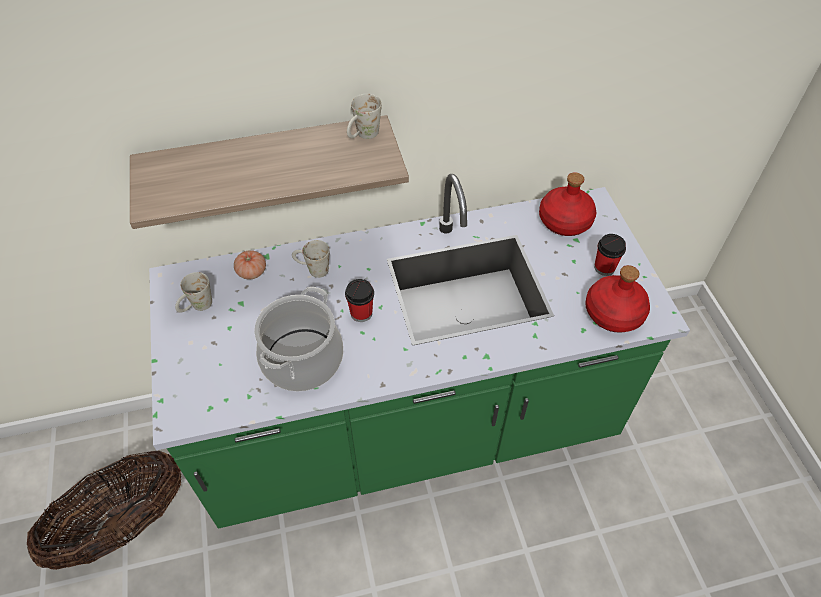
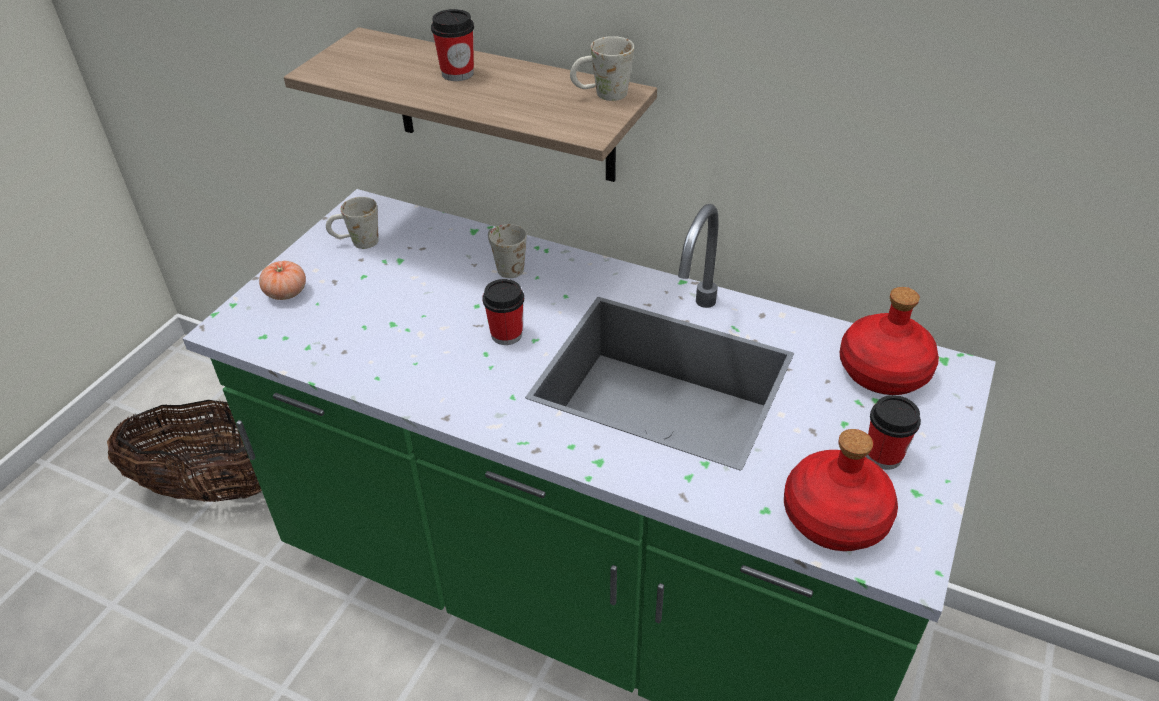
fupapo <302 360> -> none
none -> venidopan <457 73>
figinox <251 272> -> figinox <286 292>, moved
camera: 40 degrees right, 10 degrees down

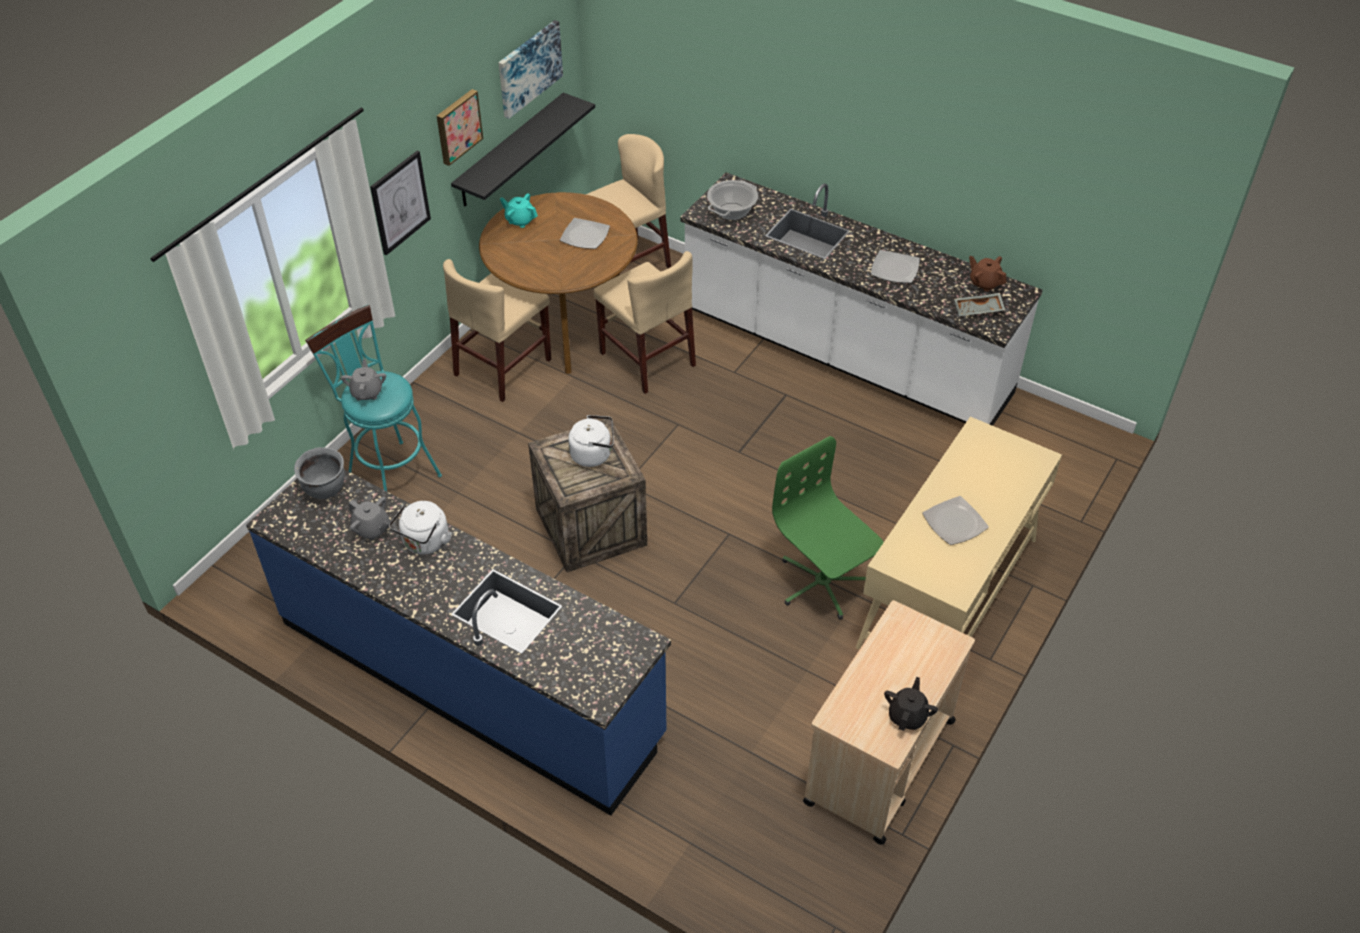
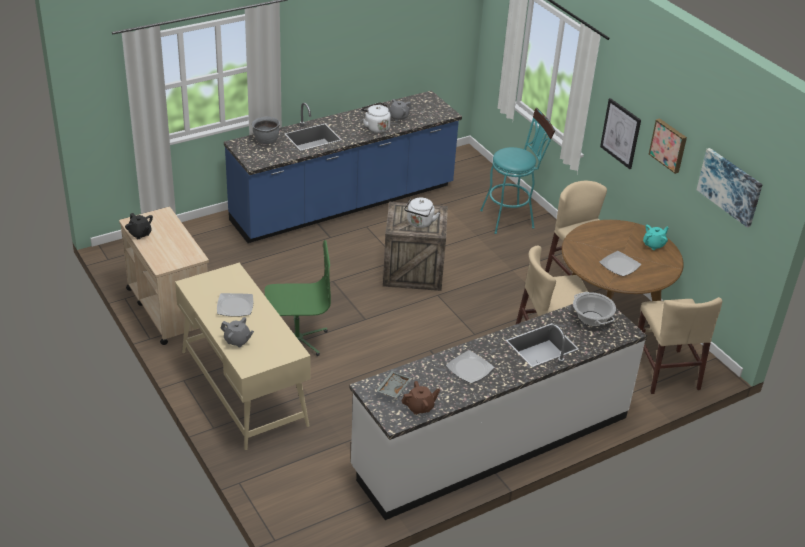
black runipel <510 151> -> none
grey fupapo <325 489> -> grey fupapo <266 141>, moved
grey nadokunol <367 392> -> grey nadokunol <237 341>, moved
camera: 115 degrees right, 10 degrees down

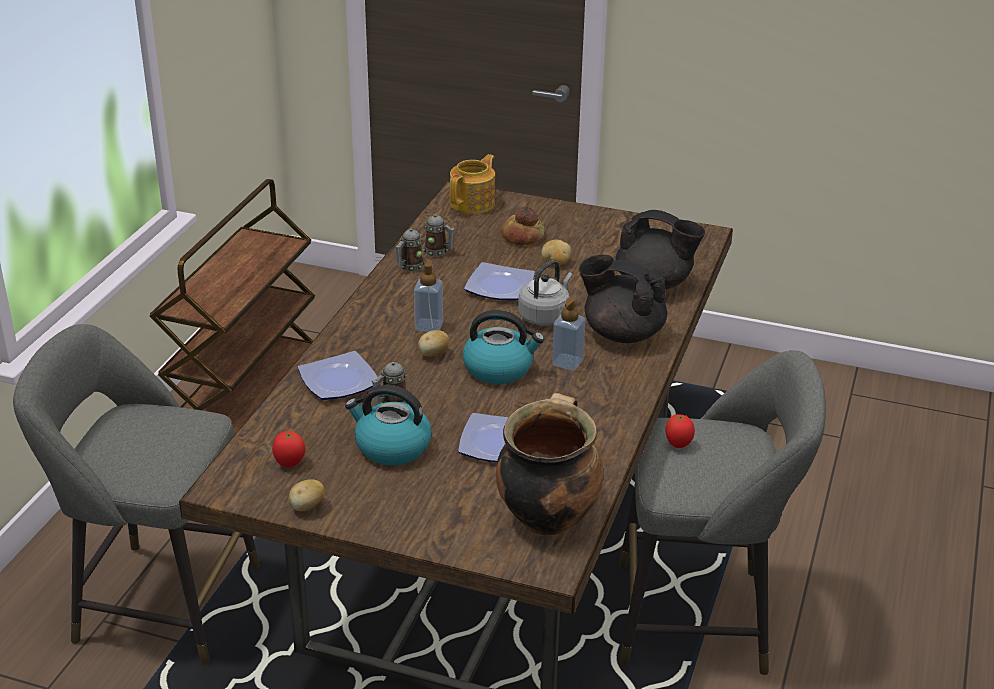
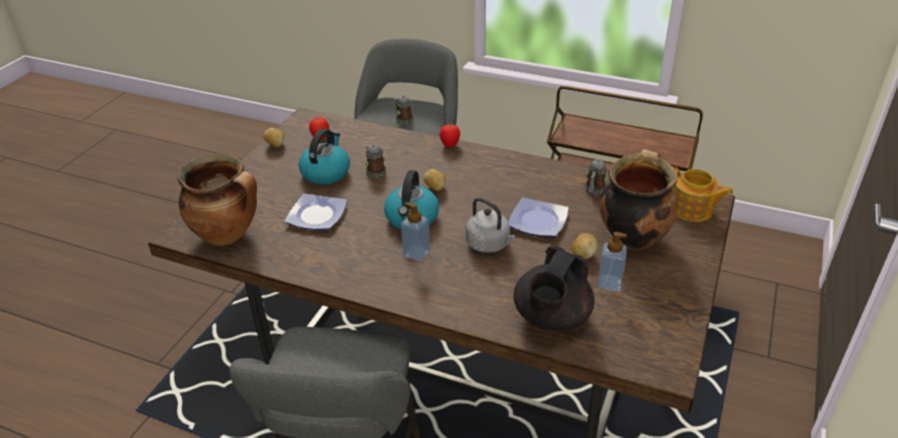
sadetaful <338 382> -> none
black nadokunol <622 333> -> none
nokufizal <409 267> -> nokufizal <403 119>, moved
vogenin <429 326> -> vogenin <609 283>, moved
figinox <678 444> -> figinox <450 145>, moved
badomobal <522 236> -> fupapo <632 236>
camera: 95 degrees right, 5 degrees up

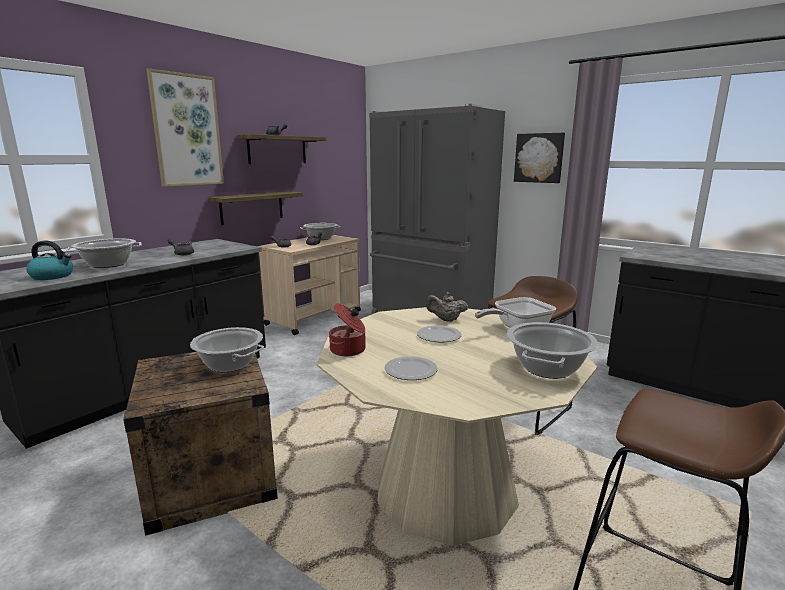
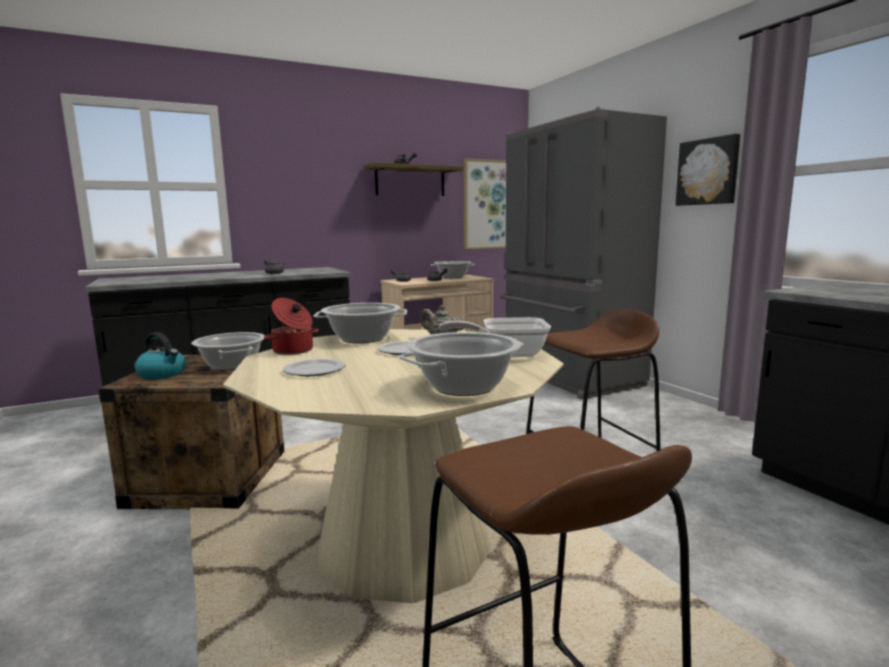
runipel <252 207> -> none
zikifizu <53 276> -> zikifizu <162 374>, moved
fupapo <108 264> -> fupapo <363 338>, moved
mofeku <187 131> -> mofeku <487 204>, moved
camera: 25 degrees right, 5 degrees down

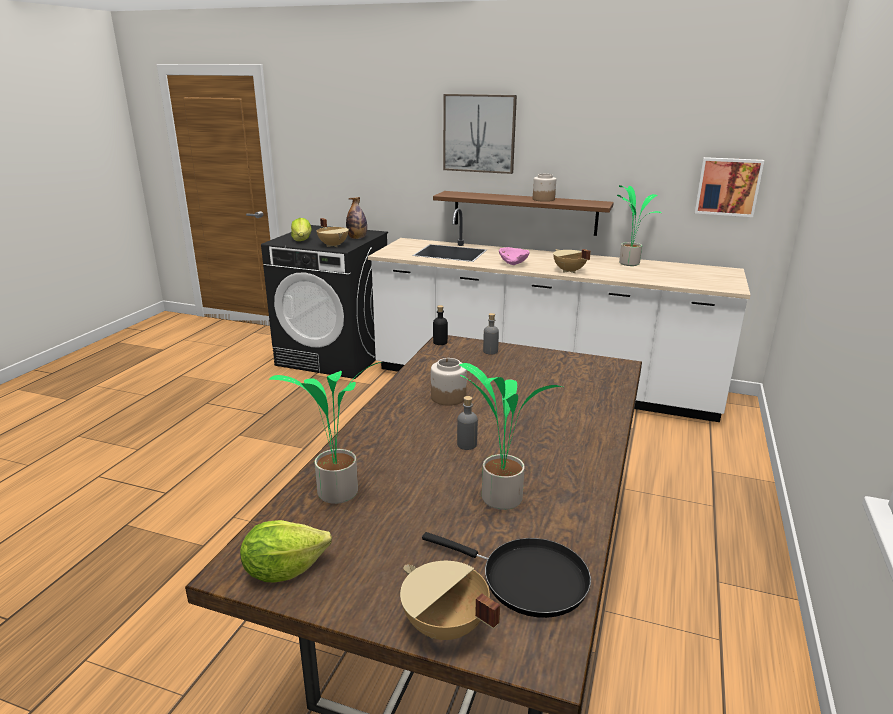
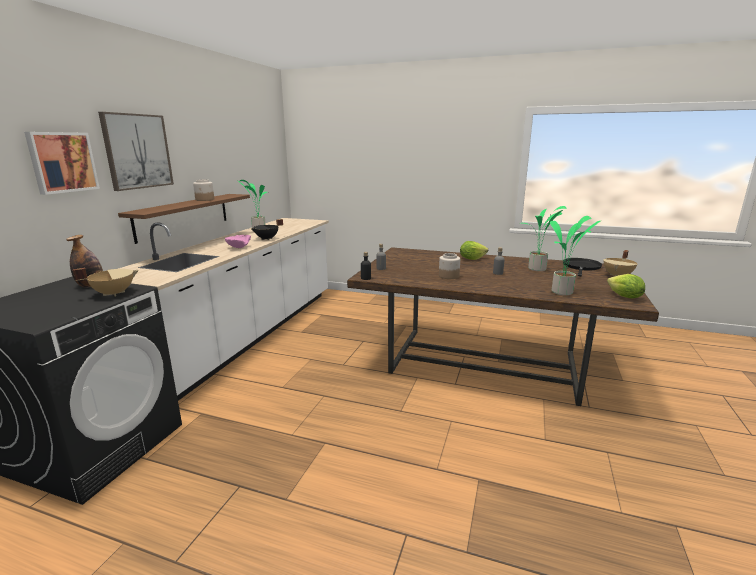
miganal <302 240> -> miganal <472 259>, moved
mofeku <728 186> -> mofeku <62 162>, moved
beige fupapo <569 271> -> black fupapo <267 239>
camera: 90 degrees left, 5 degrees down

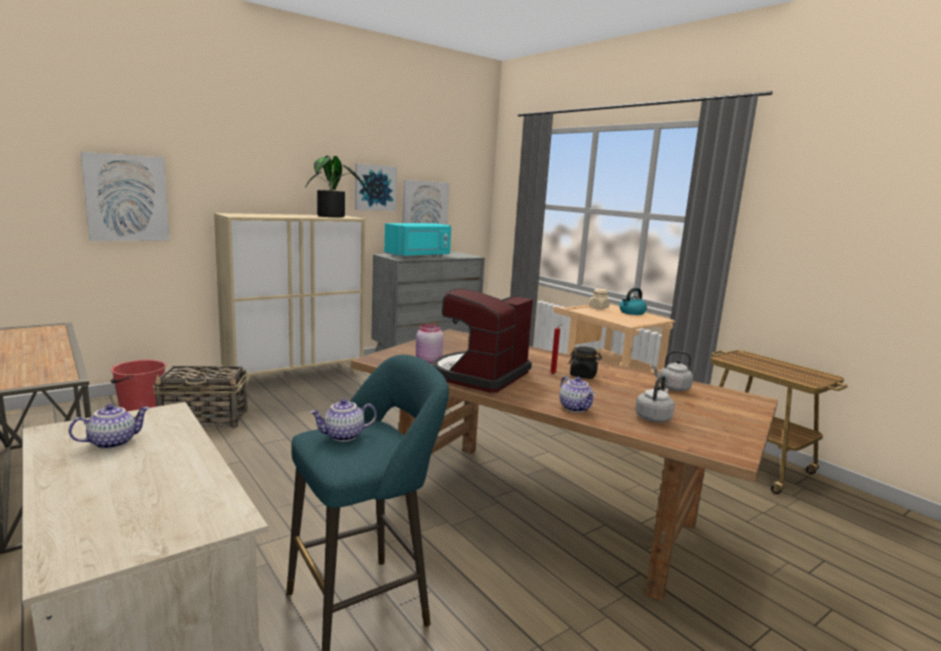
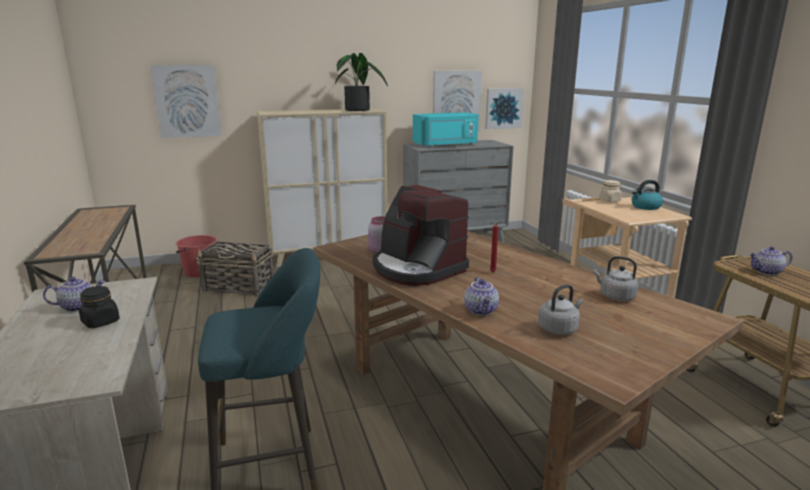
nadokunol <343 436> -> nadokunol <767 272>, moved
mofeku <375 187> -> mofeku <503 108>, moved
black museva <583 375> -> black museva <101 322>, moved
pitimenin <480 375> -> pitimenin <417 269>, 90 degrees counterclockwise
camera: 20 degrees right, 5 degrees up

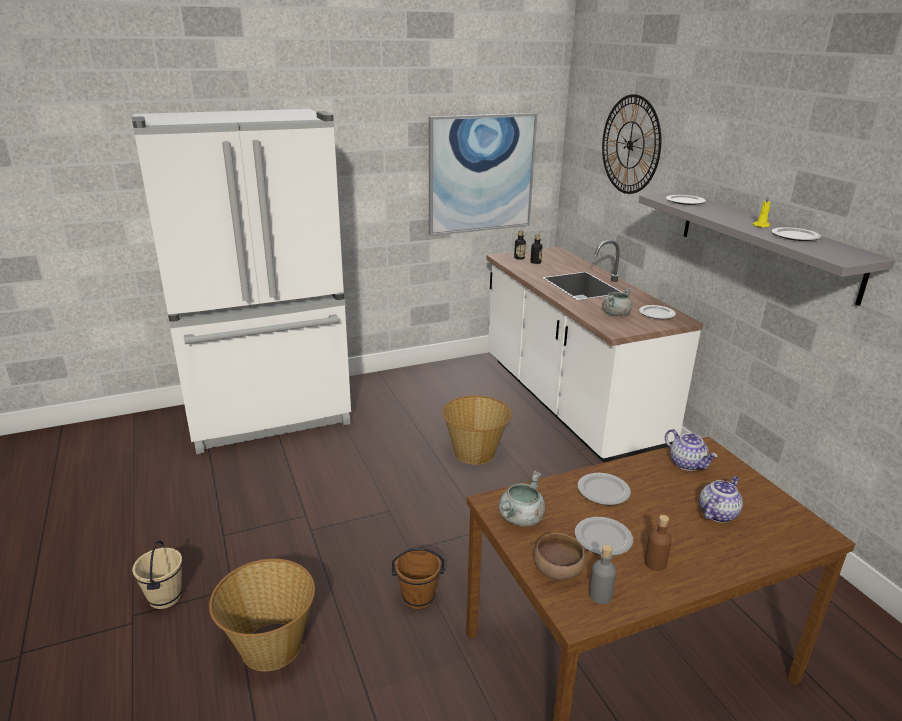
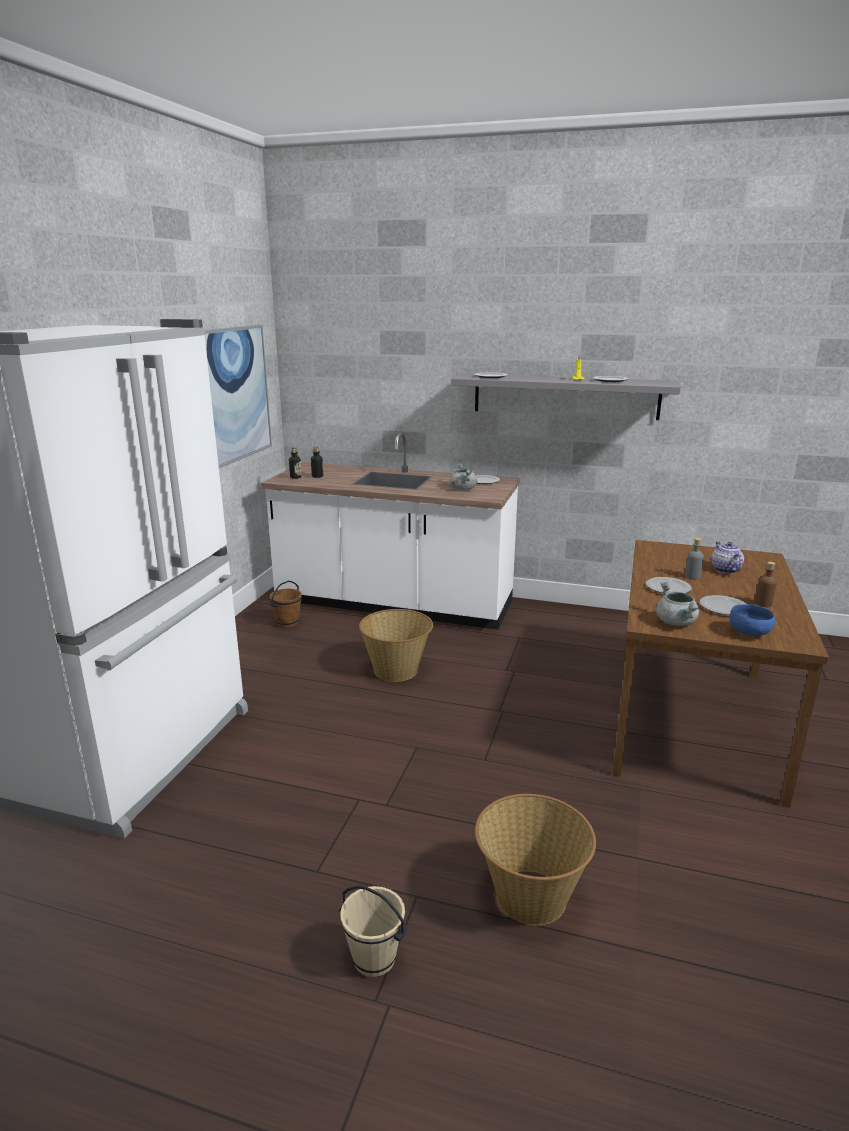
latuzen <630 145> -> none
nadokunol <687 463> -> none
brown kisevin <418 598> -> brown kisevin <288 623>, moved
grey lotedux <600 595> -> grey lotedux <692 577>, moved
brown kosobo <558 571> -> blue kosobo <749 632>
camera: 50 degrees left, 5 degrees down

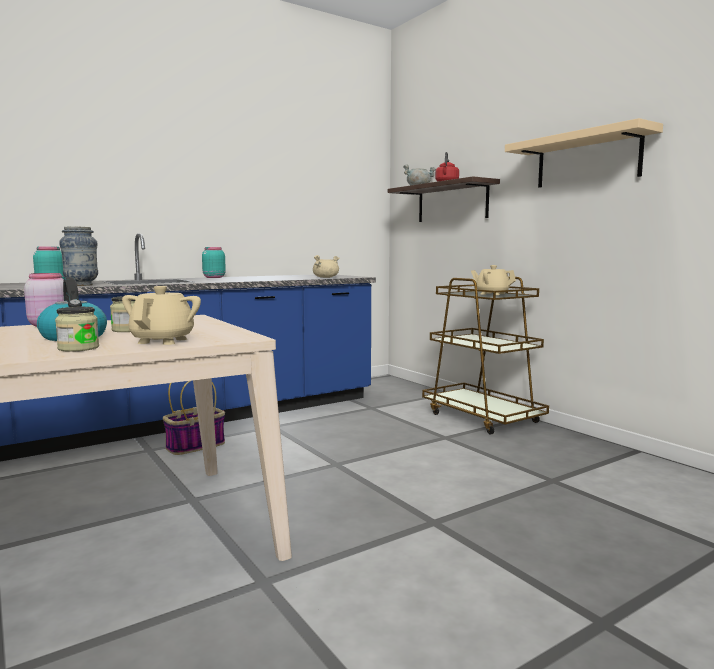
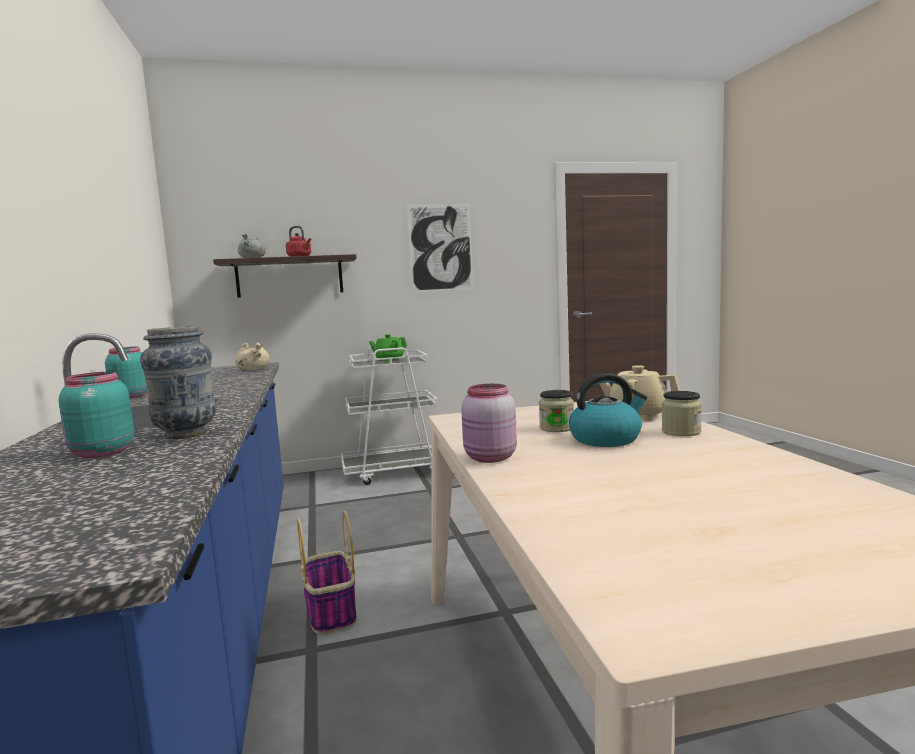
beige runipel <587 159> -> mofeku <440 248>
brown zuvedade <482 417> -> white zuvedade <395 471>
beige nadokunol <492 294> -> green nadokunol <389 360>
camera: 70 degrees left, 0 degrees up

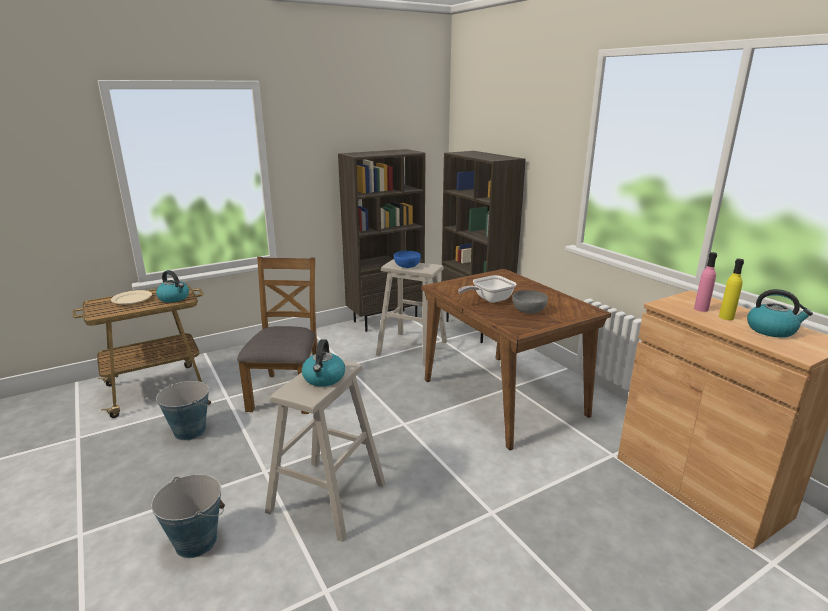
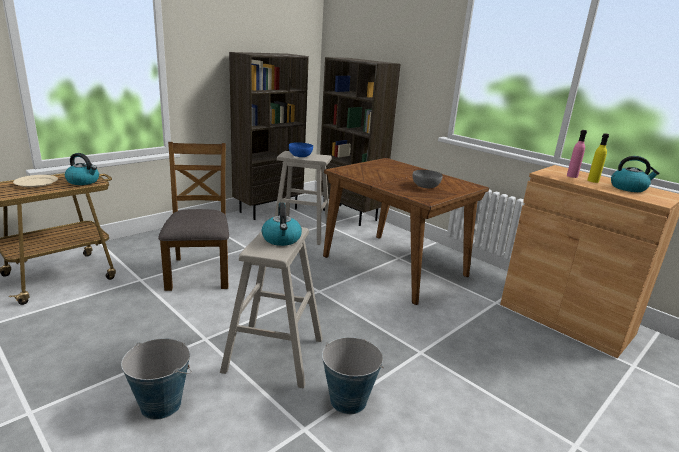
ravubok <489 299> -> none
kisevin <190 431> -> kisevin <348 400>, moved
camera: 15 degrees left, 0 degrees up

